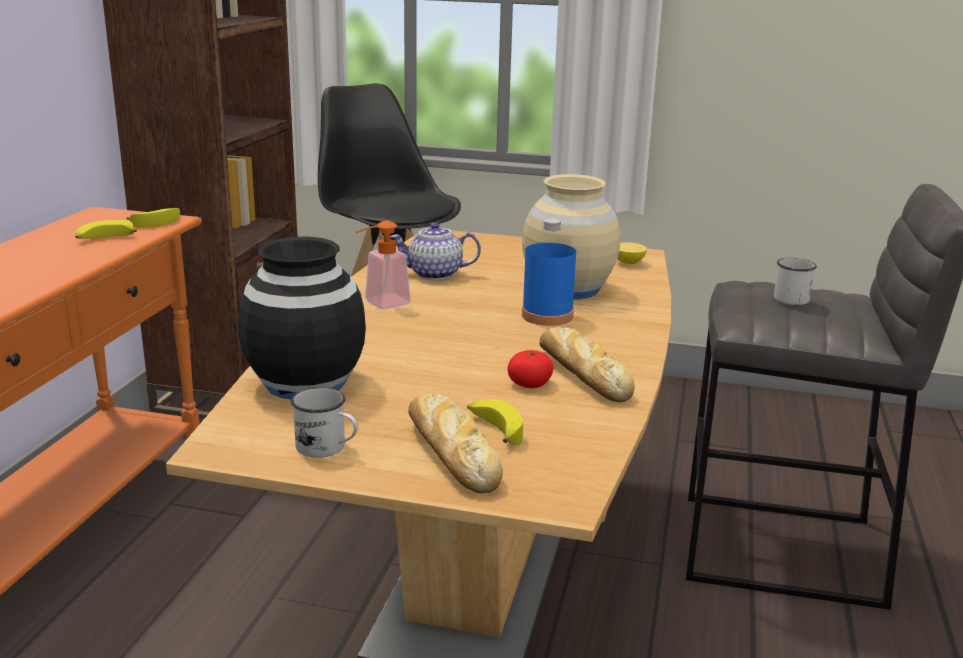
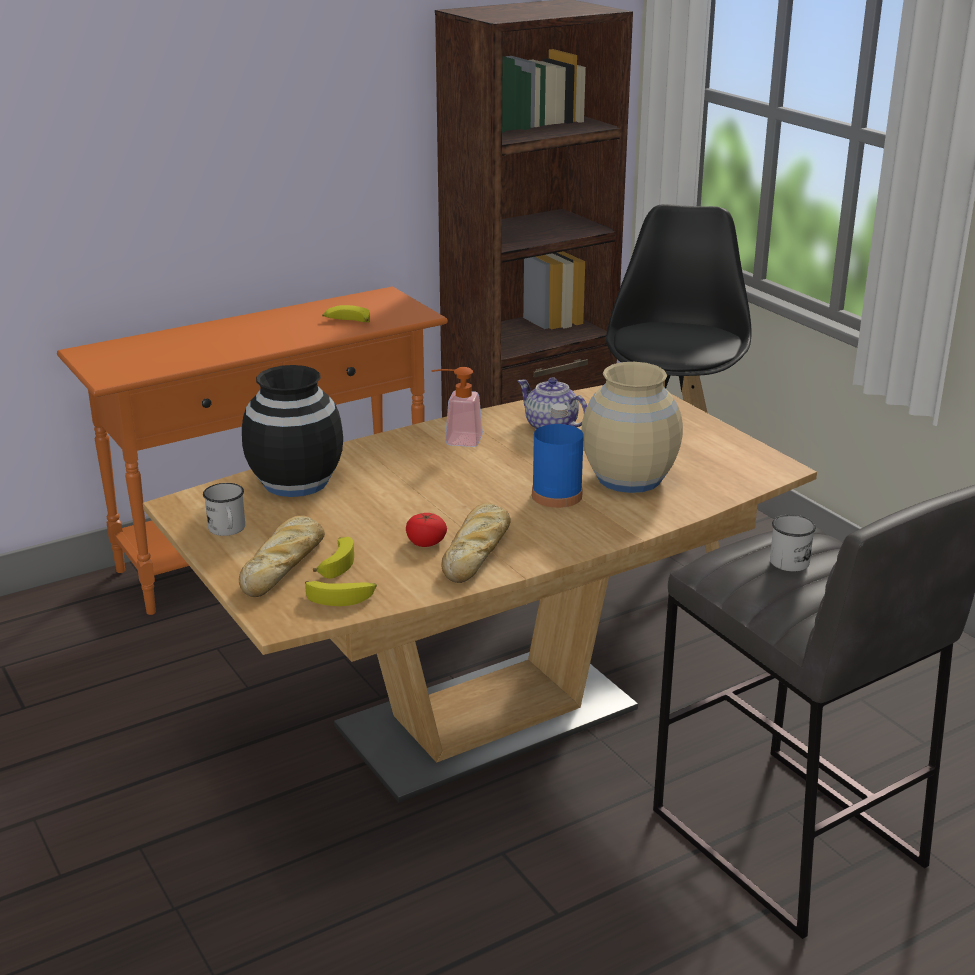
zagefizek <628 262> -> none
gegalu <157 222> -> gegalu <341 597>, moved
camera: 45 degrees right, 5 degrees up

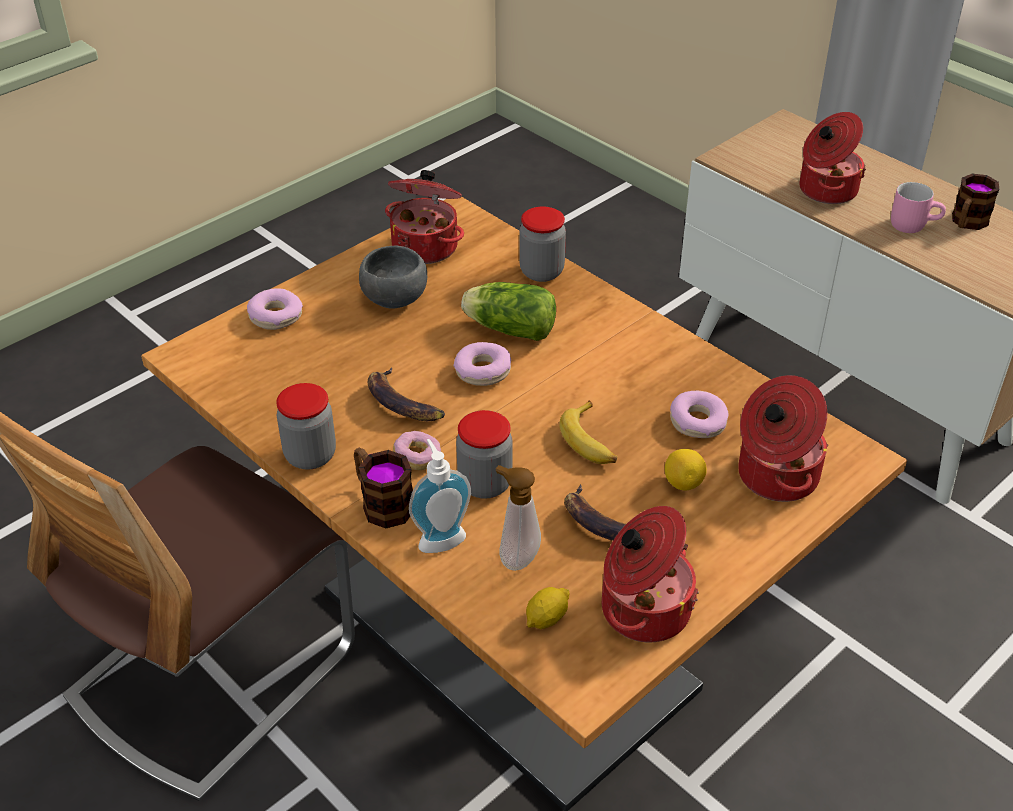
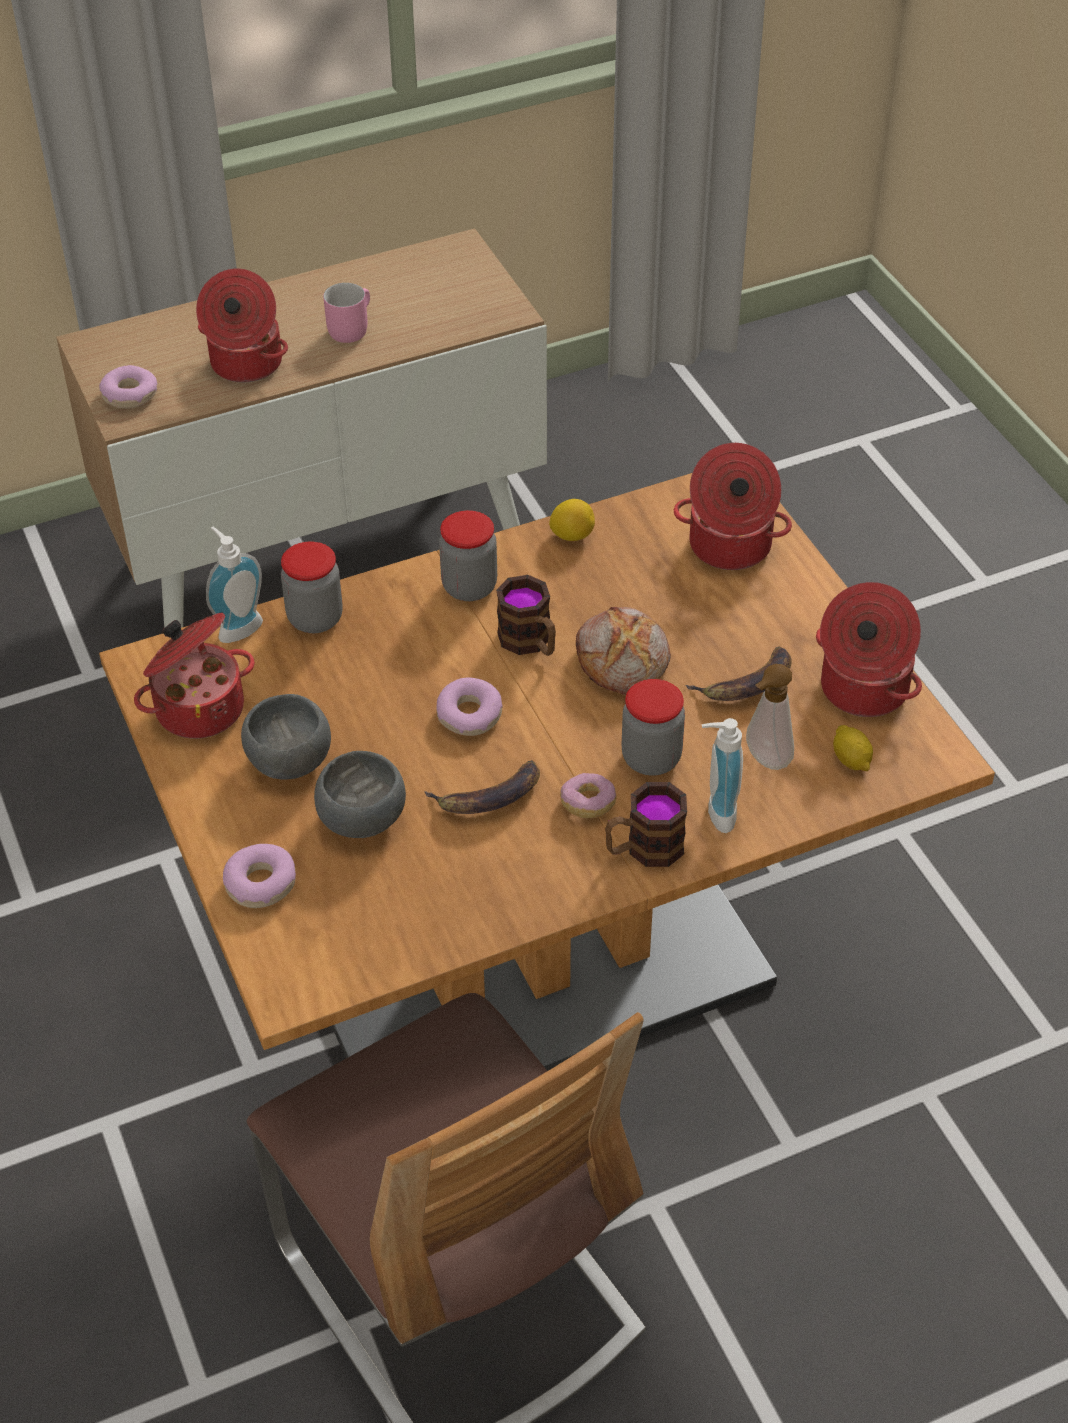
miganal <508 328> -> none
none -> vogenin <237 627>
none -> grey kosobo <364 818>
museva <310 455> -> museva <469 587>, moved
zagefizek <683 483> -> zagefizek <572 535>, moved
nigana <697 422> -> nigana <130 395>, moved
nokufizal <967 223> -> nokufizal <530 643>, moved
gegalu <591 441> -> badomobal <624 660>
camera: 70 degrees left, 5 degrees up

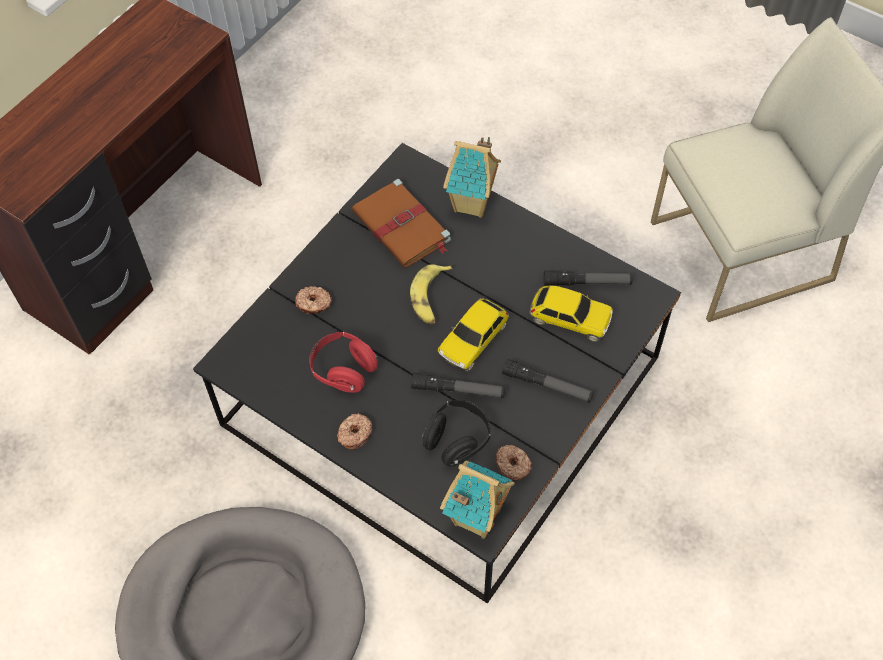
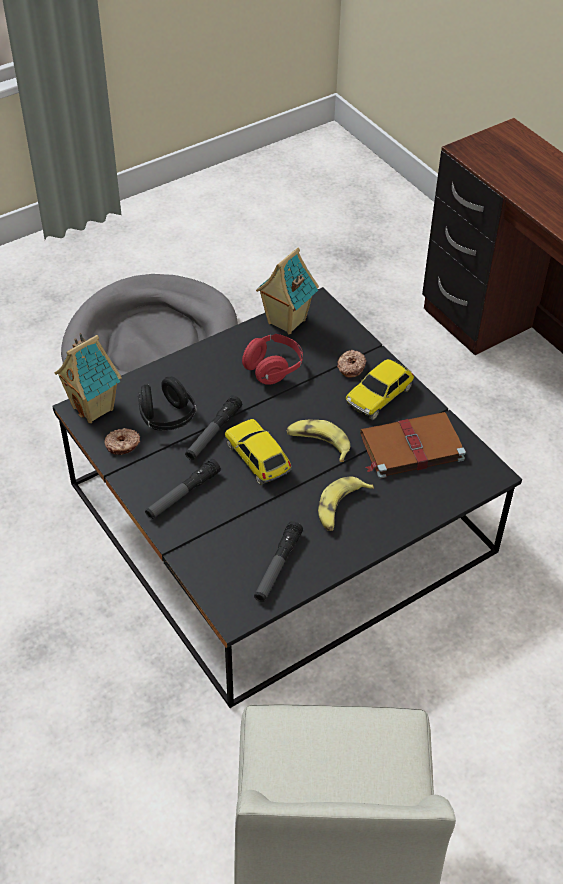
nigana <354 433> -> none
none -> gegalu <341 508>
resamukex <472 204> -> resamukex <285 322>, moved
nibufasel <569 319> -> nibufasel <379 396>, moved
camera: 110 degrees right, 10 degrees down

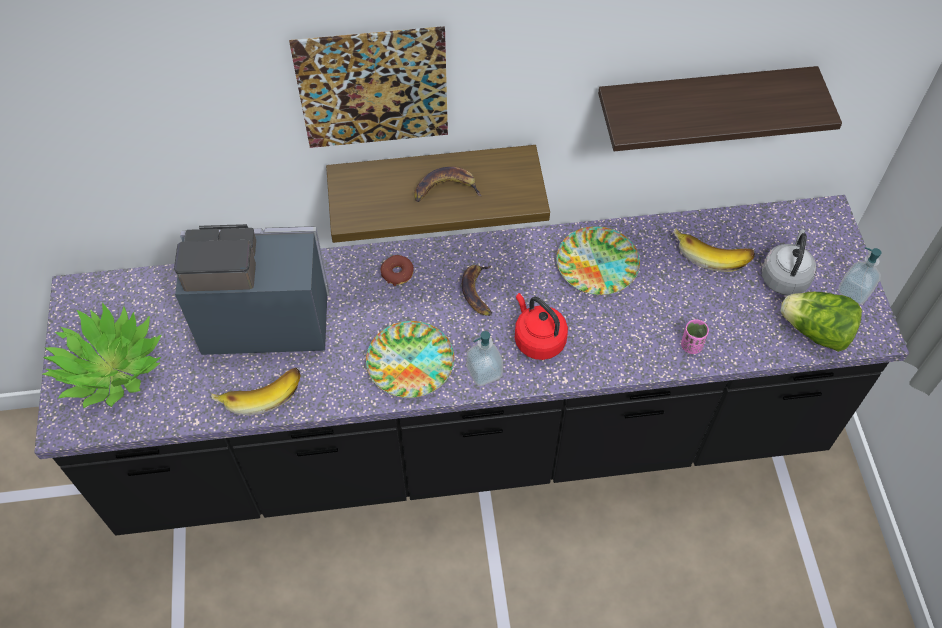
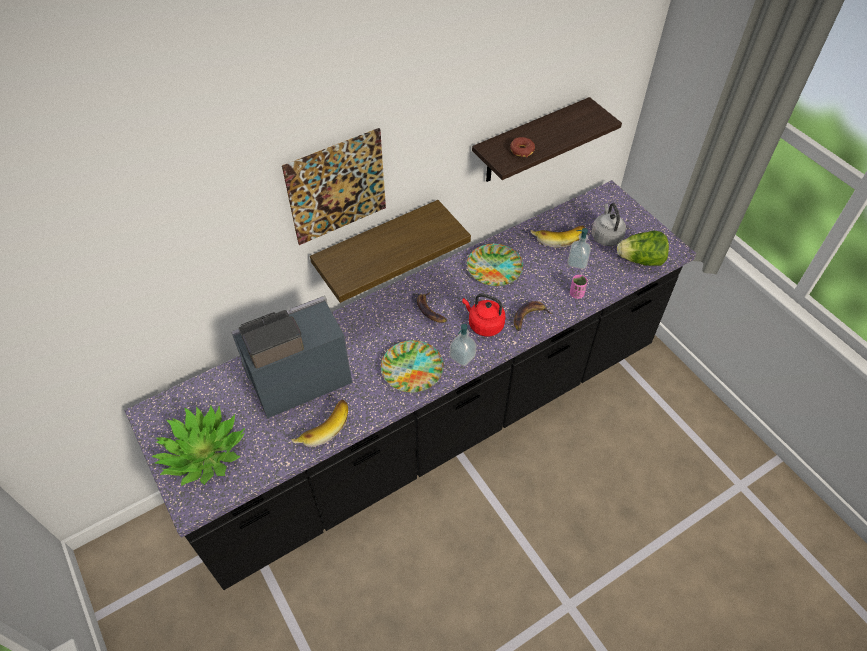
nigana <397 273> -> nigana <522 150>, moved
gegalu <446 189> -> gegalu <529 317>, moved
vogenin <854 292> -> vogenin <577 262>, moved
camera: 25 degrees left, 5 degrees down

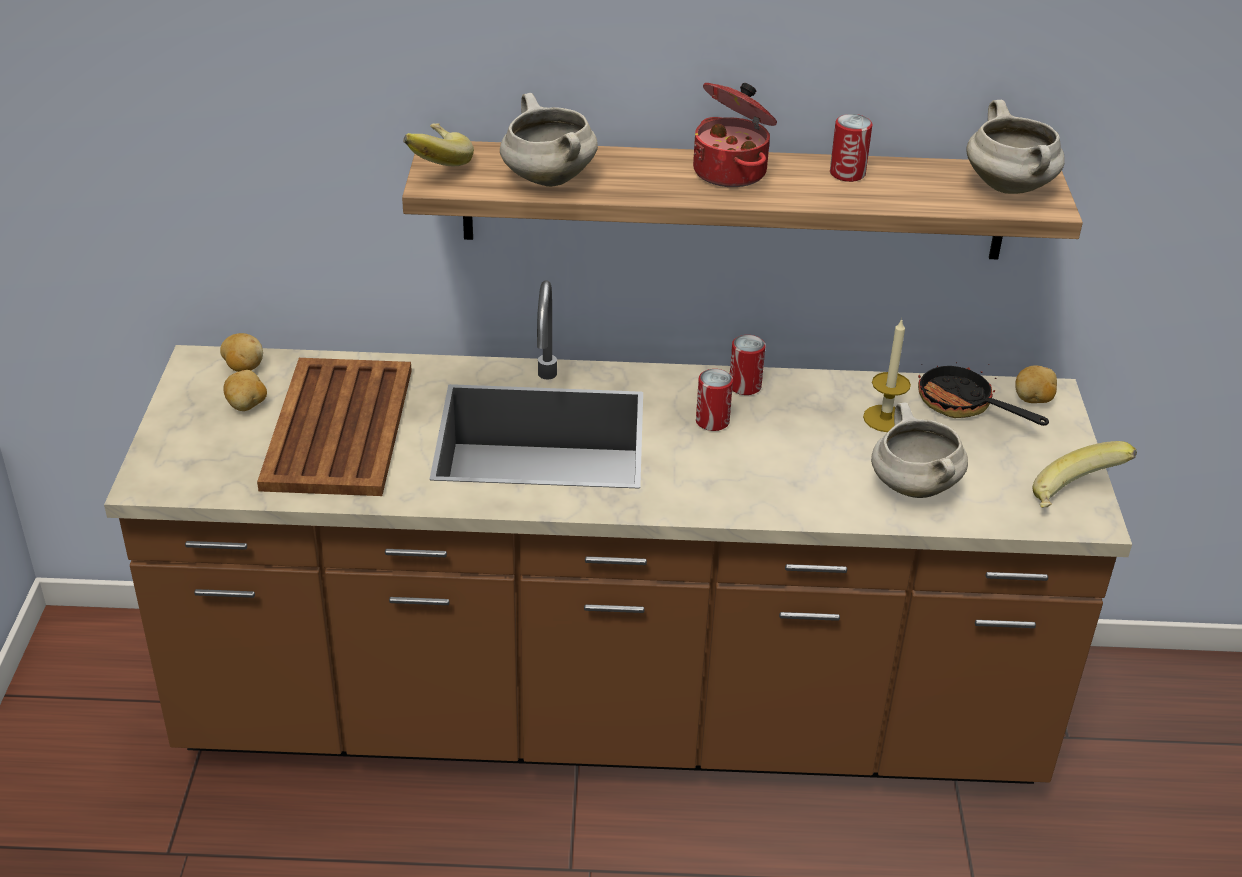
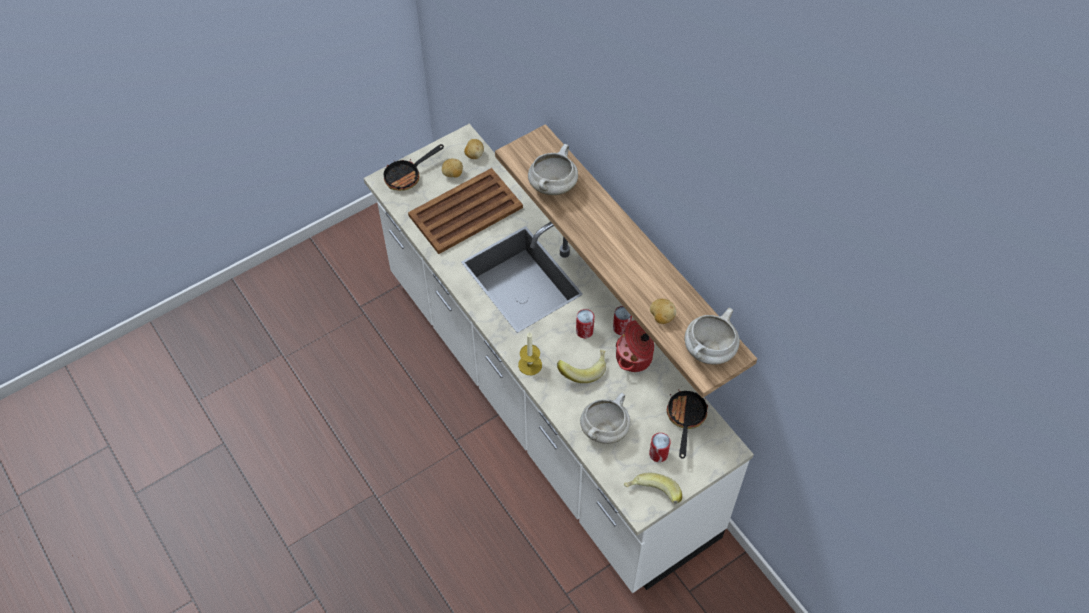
none -> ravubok <407 176>
gegalu <433 165> -> gegalu <583 369>, moved
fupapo <732 171> -> fupapo <635 358>, moved
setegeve <847 173> -> setegeve <658 454>, moved
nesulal <885 418> -> nesulal <530 365>, moved
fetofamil <1033 400> -> fetofamil <661 317>, moved
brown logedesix <611 718> -> white logedesix <544 403>
camera: 55 degrees right, 20 degrees up

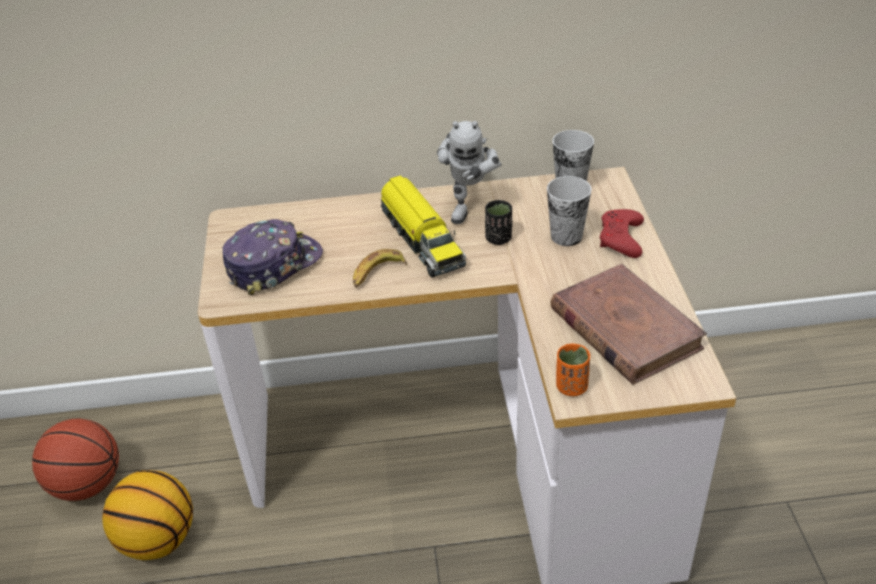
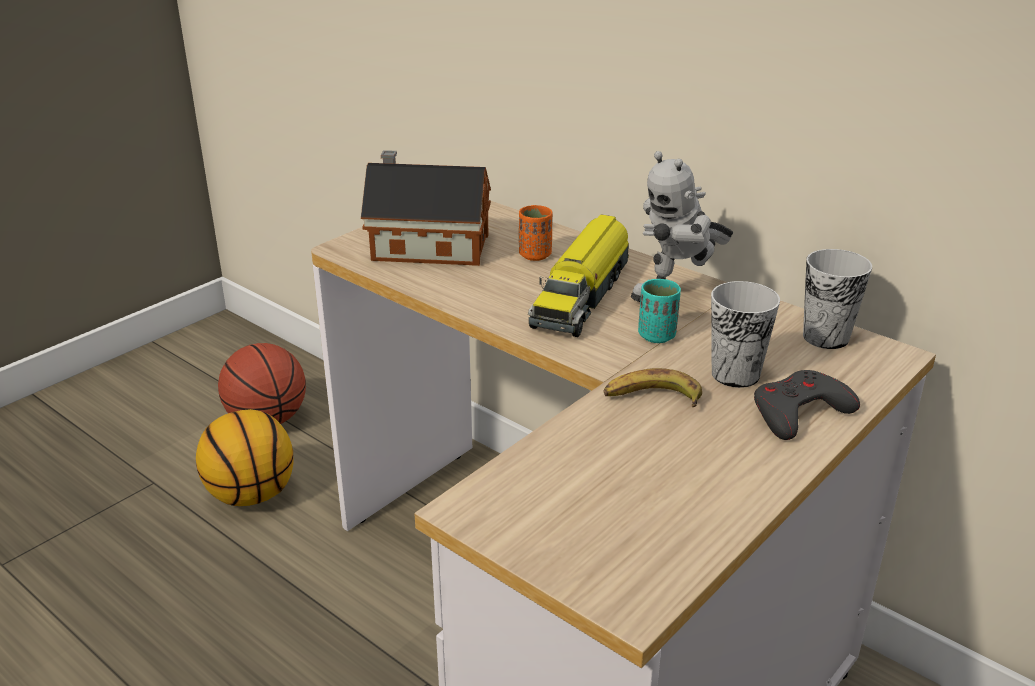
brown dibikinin <624 328> -> none
gegalu <377 273> -> gegalu <651 398>, moved
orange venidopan <571 387> -> orange venidopan <535 255>, moved
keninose <273 265> -> resamukex <425 246>
black venidopan <498 238> -> turquoise venidopan <657 336>
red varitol <621 238> -> grey varitol <799 412>
camera: 45 degrees right, 10 degrees down

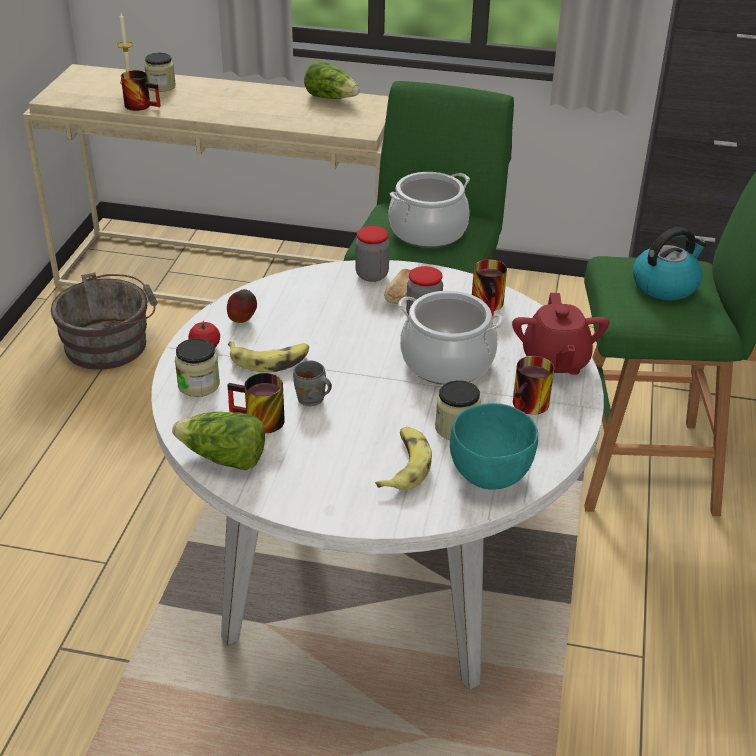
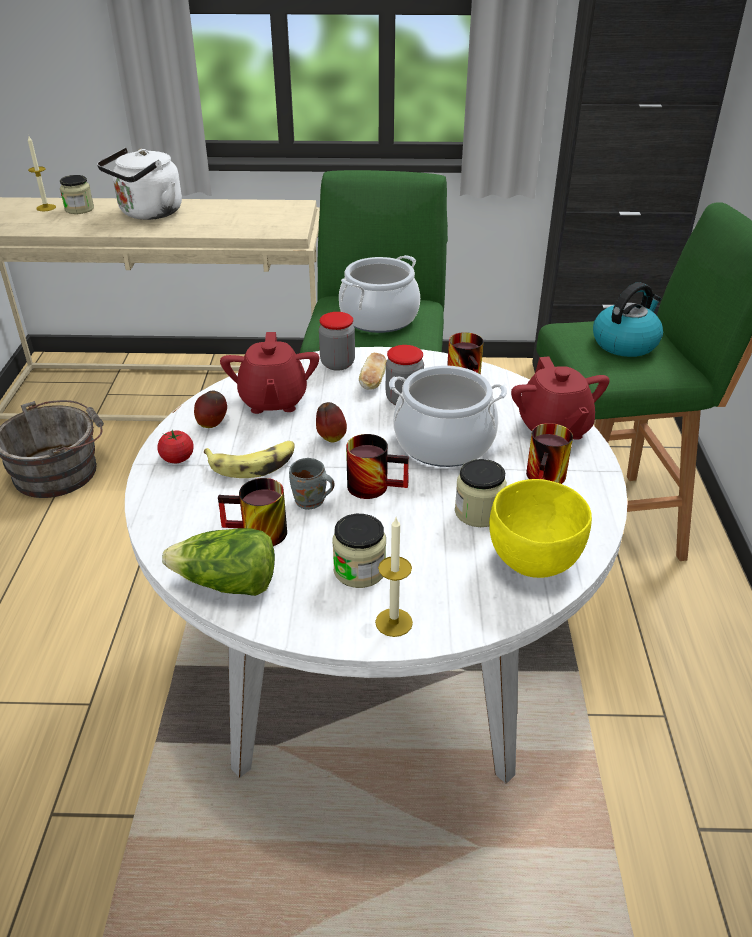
miganal <331 98> -> none
gegalu <404 465> -> none
none -> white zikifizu <148 214>
none -> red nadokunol <273 401>
none -> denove <331 438>
none -> nesulal <394 622>
nokufizal <143 105> -> nokufizal <375 484>, moved
museva <199 385> -> museva <359 570>, moved
turquoise kosobo <489 476> -> yellow kosobo <533 561>
camera: 10 degrees left, 0 degrees up

